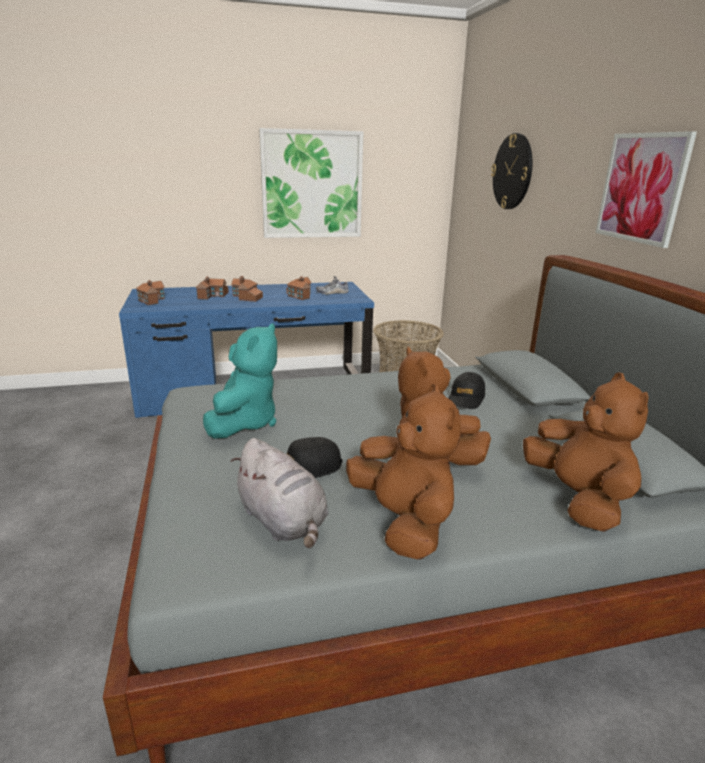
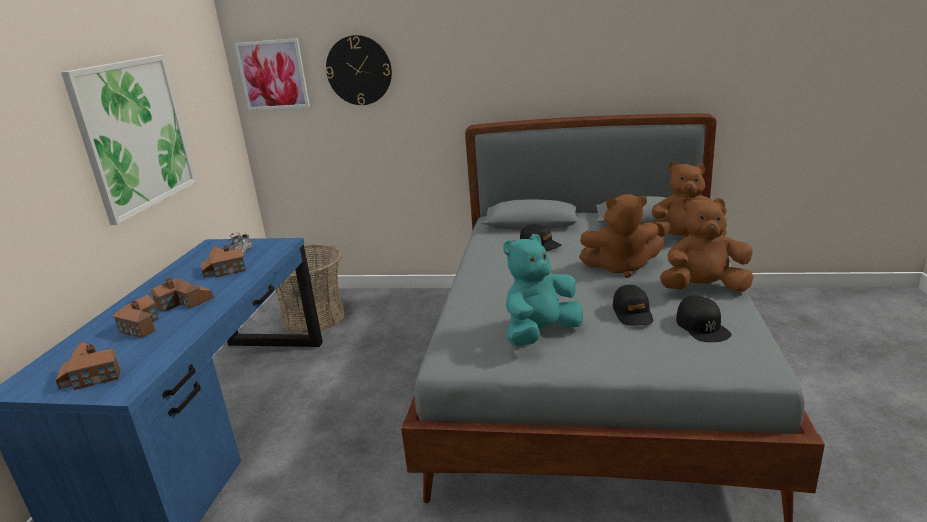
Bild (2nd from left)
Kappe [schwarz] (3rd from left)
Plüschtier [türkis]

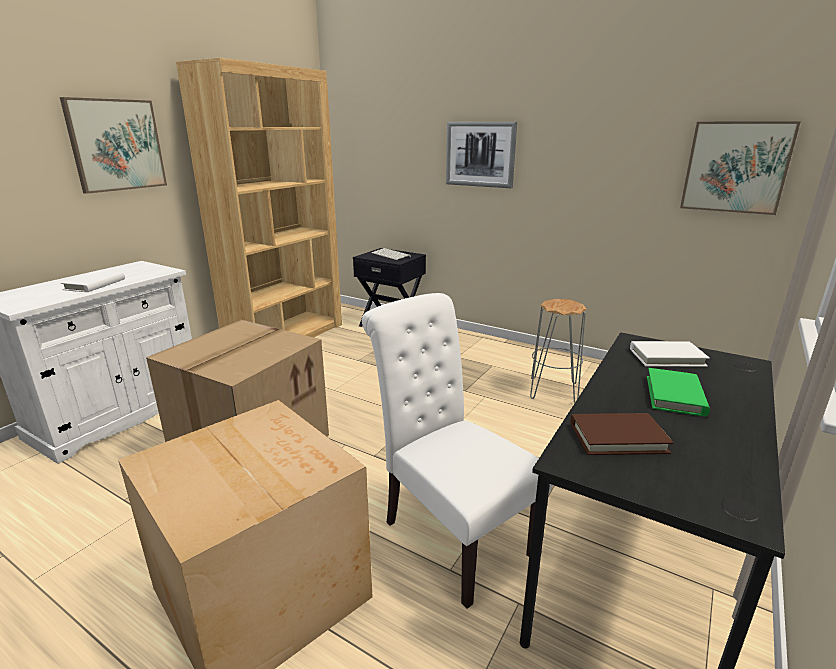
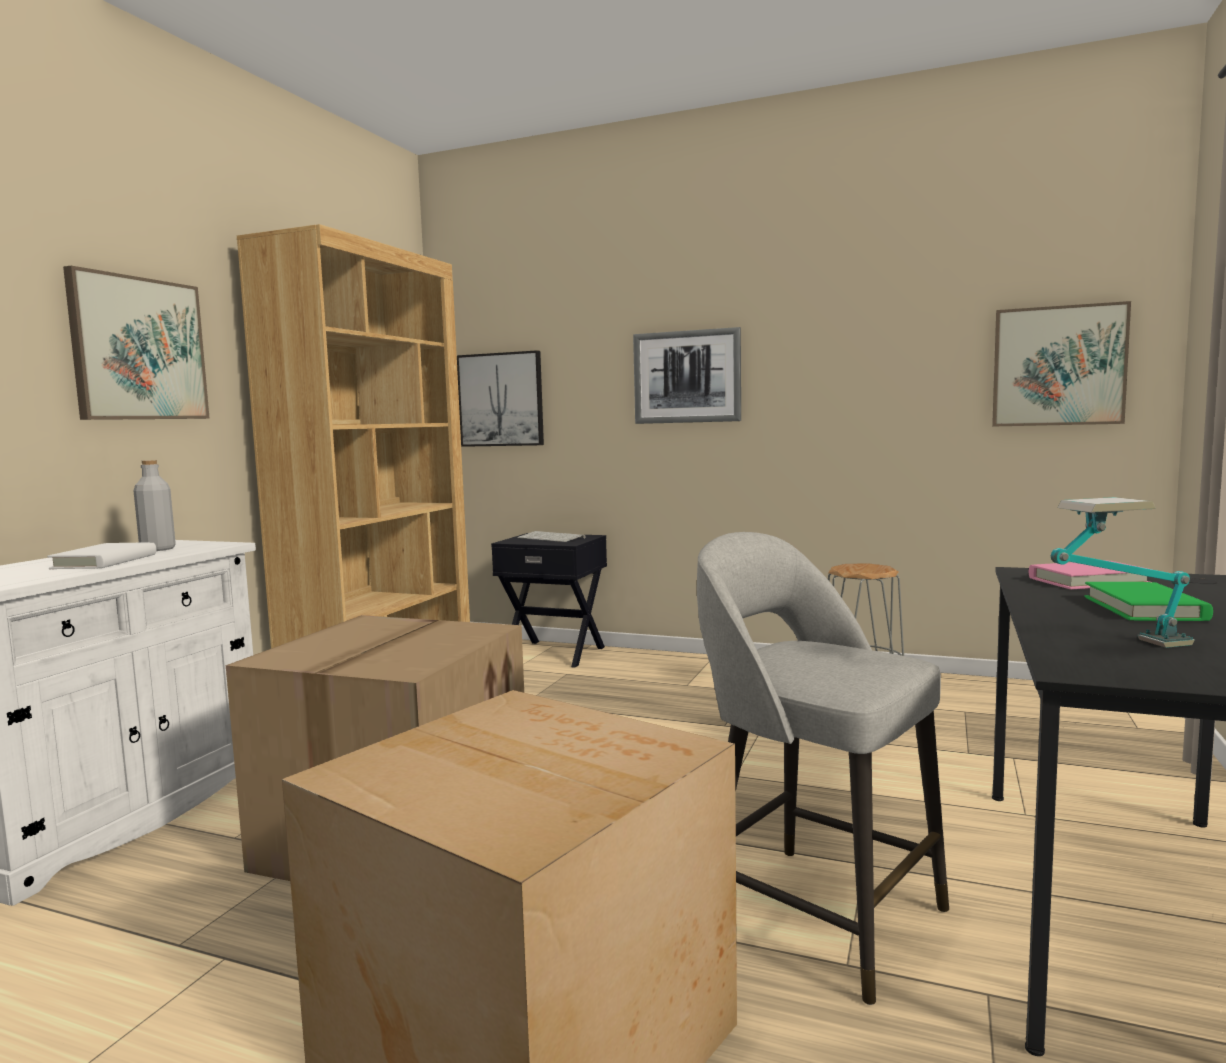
Flasche [grau]
Bild (2nd from left)
Hocker [grau] (1st from left)
Tischlampe
Buch [rosa]

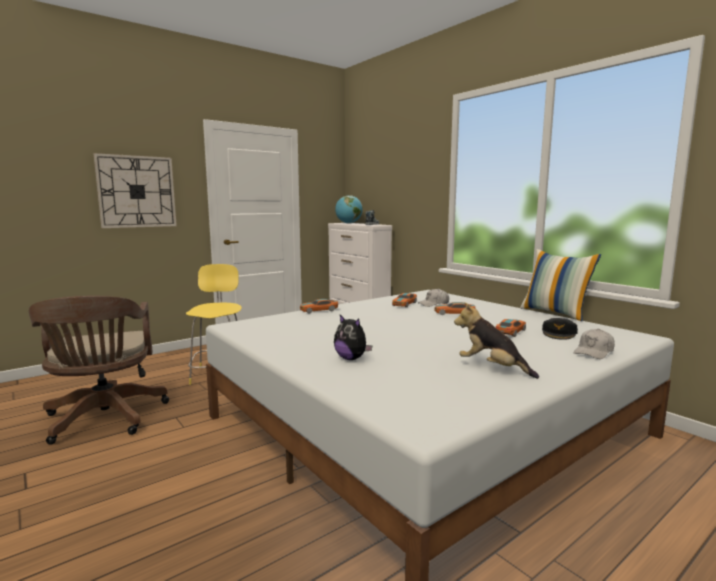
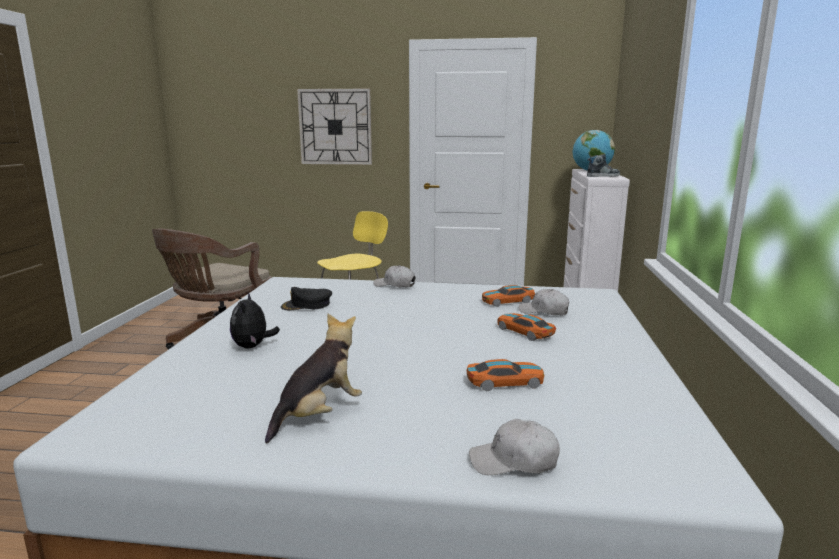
Kissen
Kappe [schwarz]
Kappe [weiß] (1st from left)
Plüschtier (2nd from left)

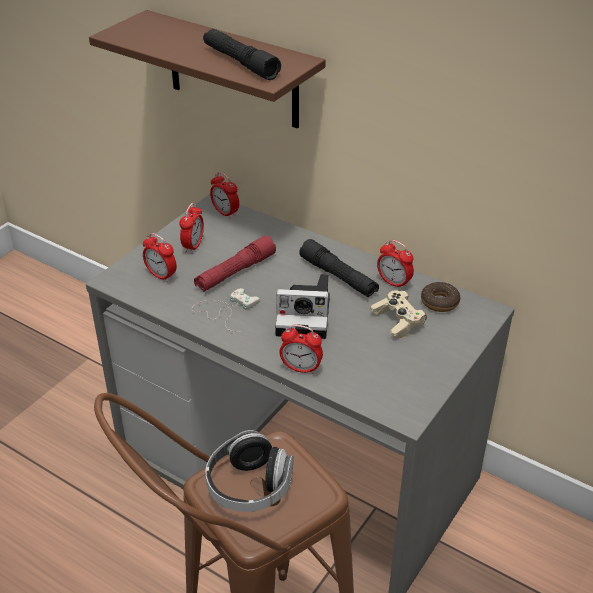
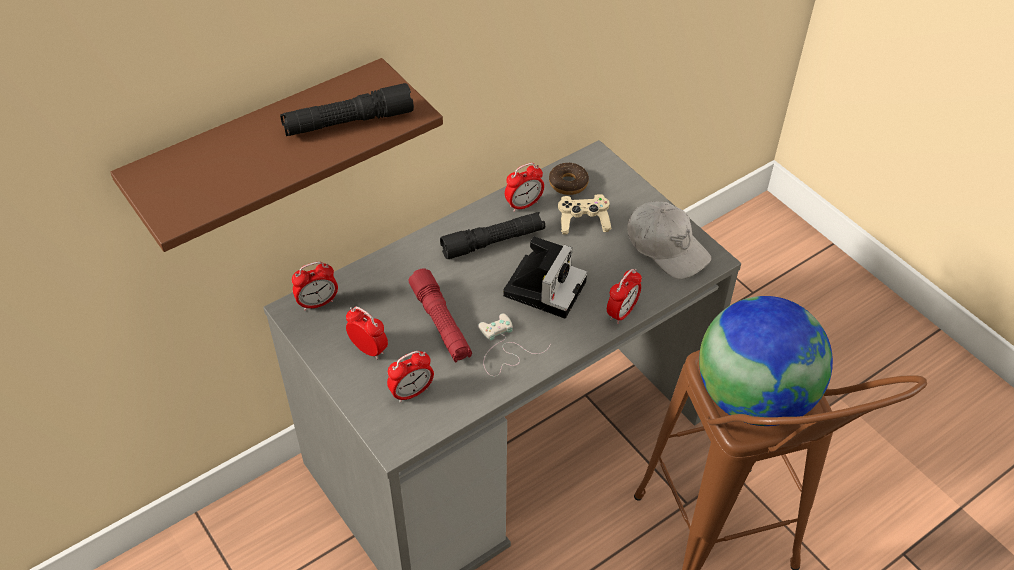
Kappe [weiß]
Globus

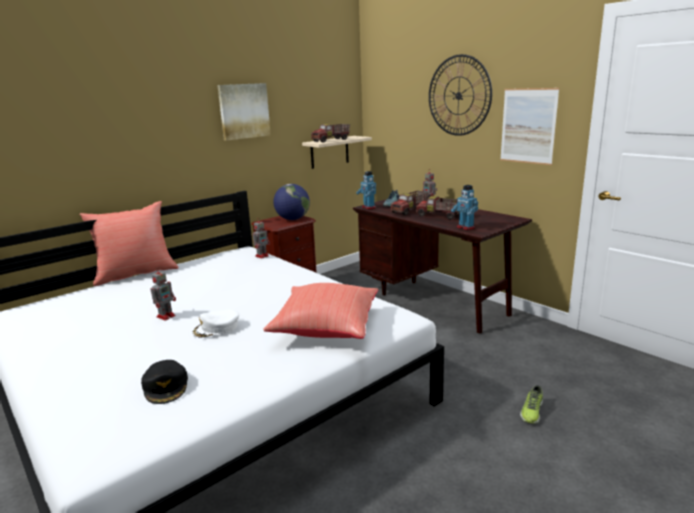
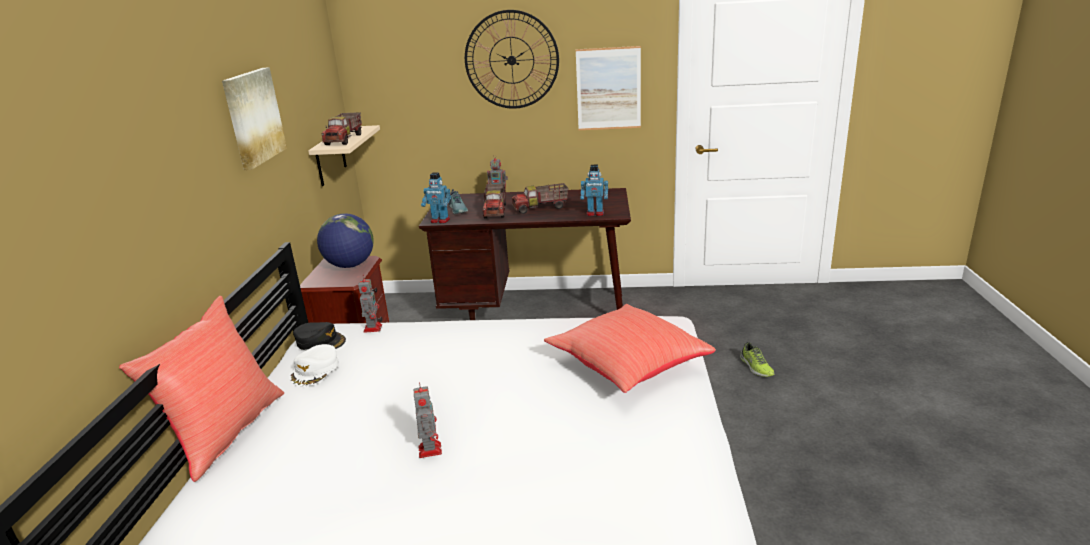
Kappe [schwarz]
Kappe [weiß]

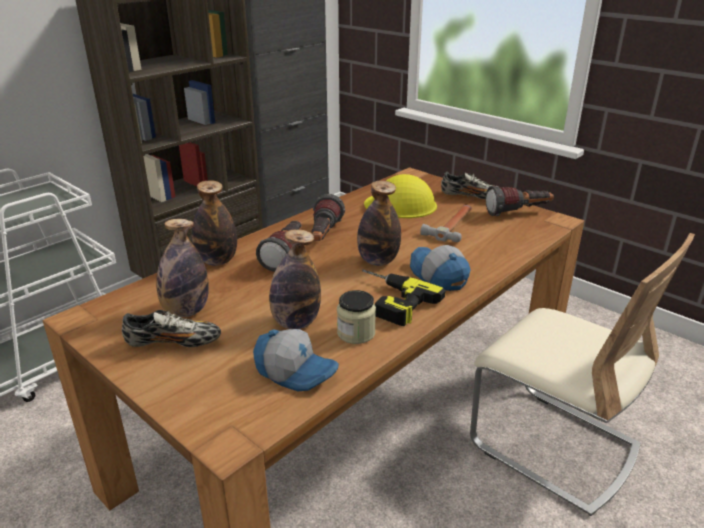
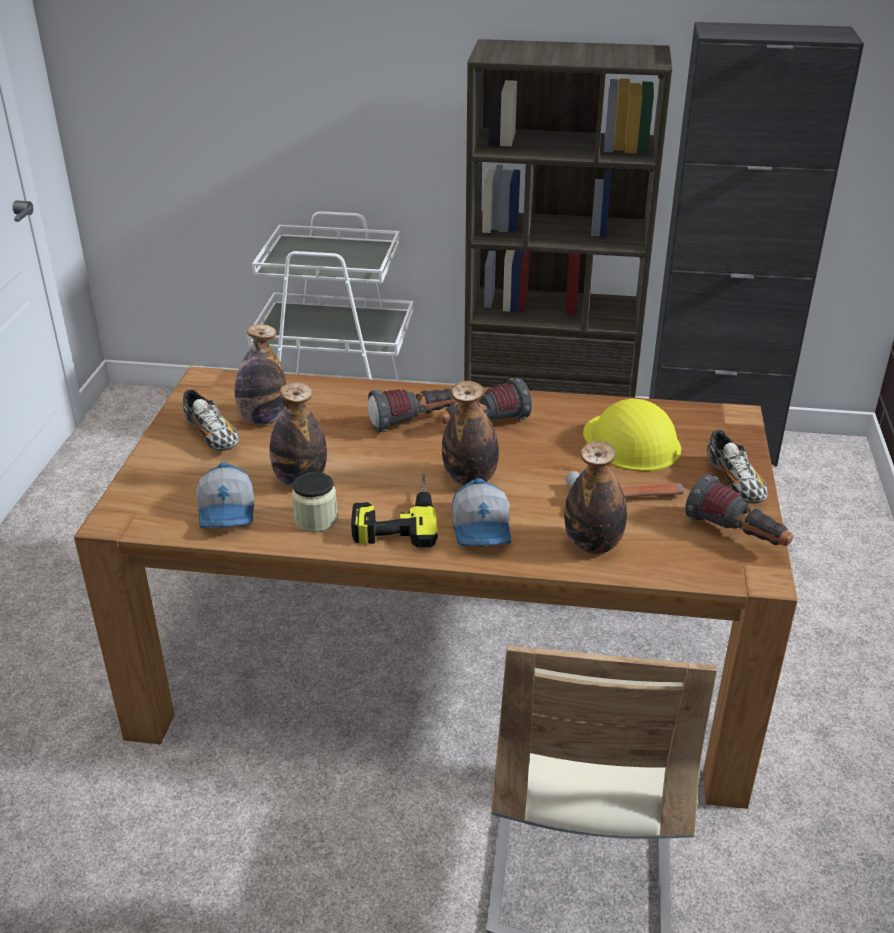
Flasche (4th from left)
Kappe (2nd from left)

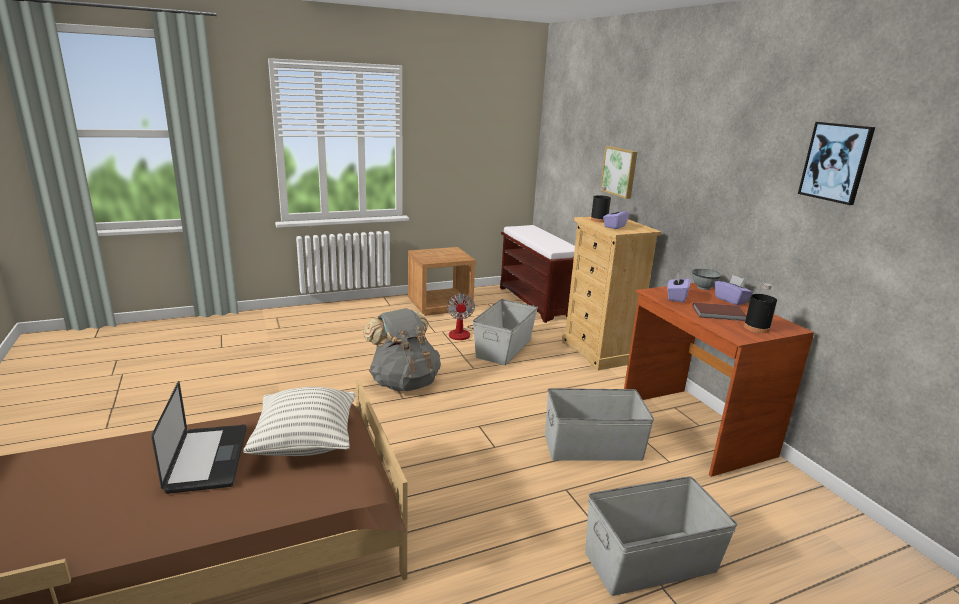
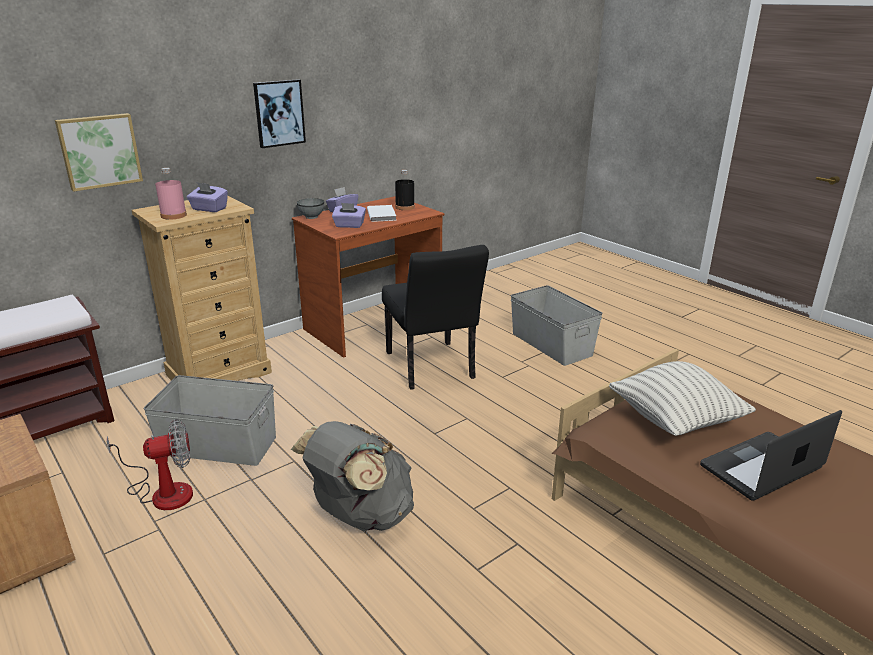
Bild (2nd from left)
Stuhl [schwarz]
Flasche [rosa]
Buch [weiß]

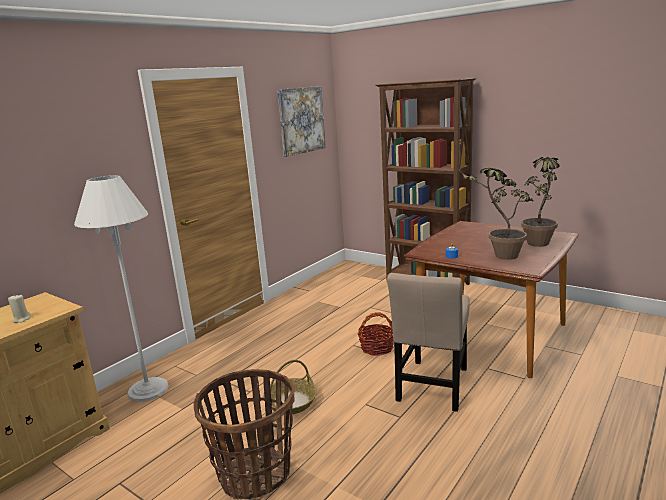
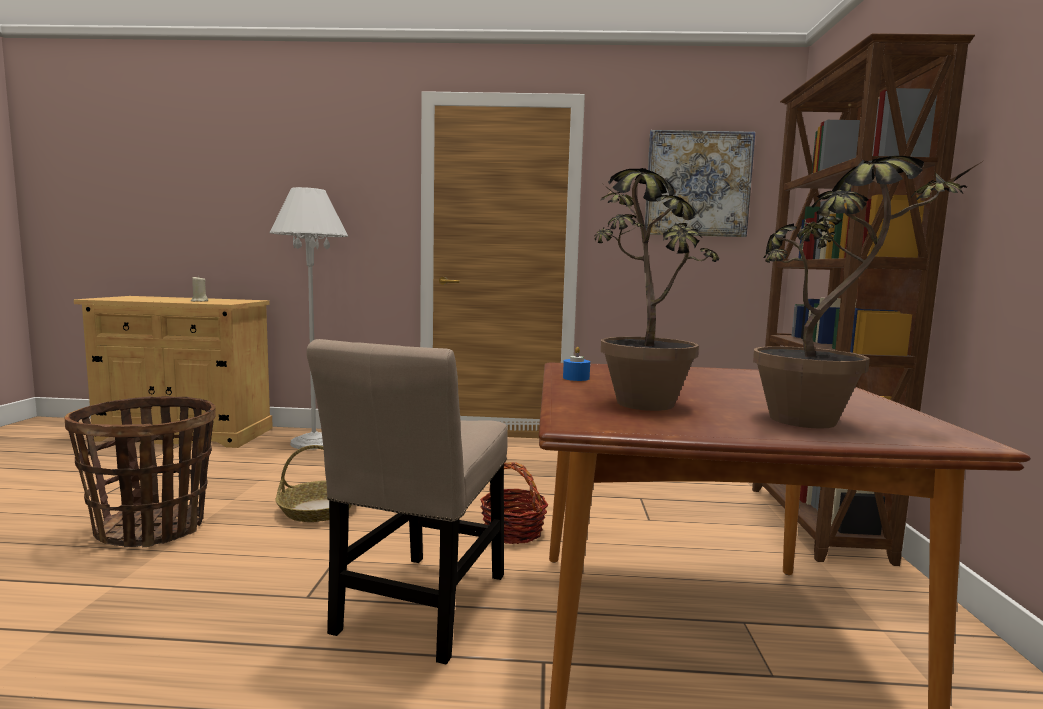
Stuhl [beige]

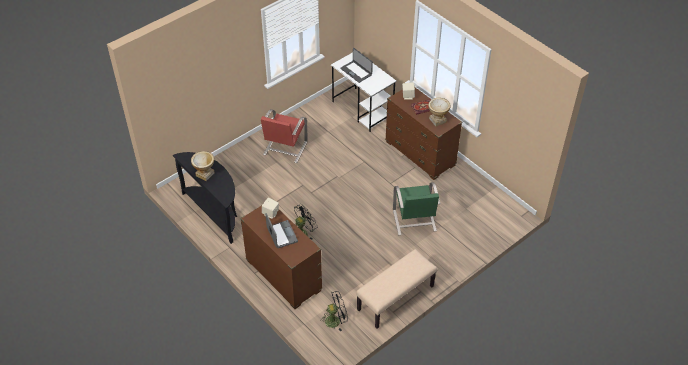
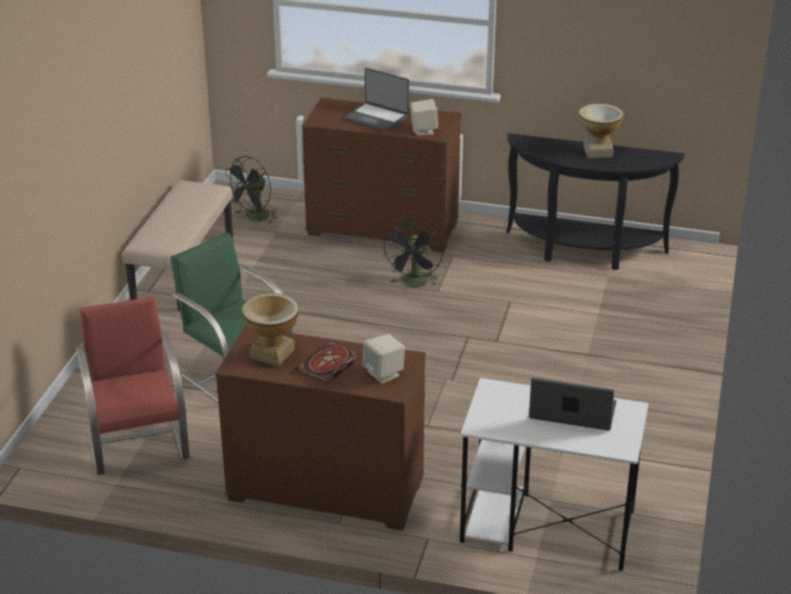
Stuhl [rot]

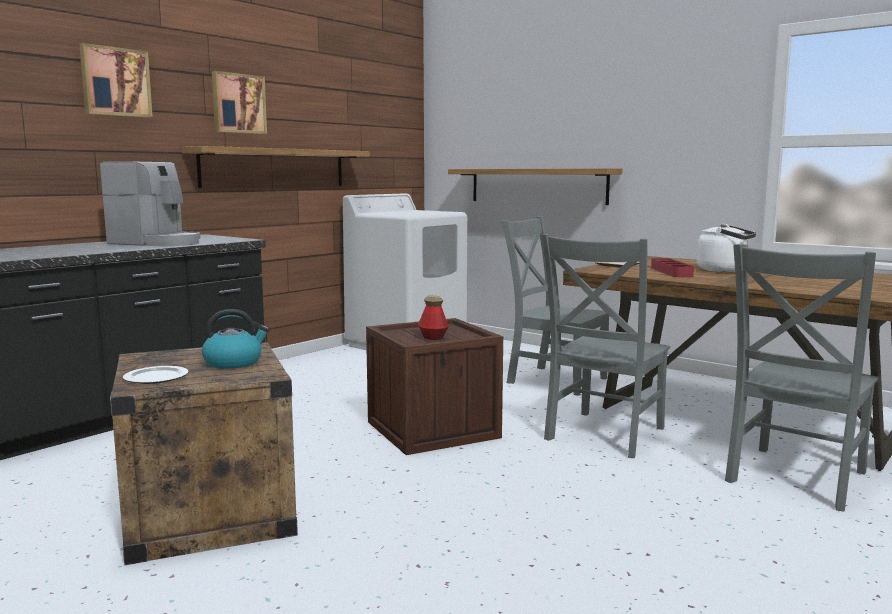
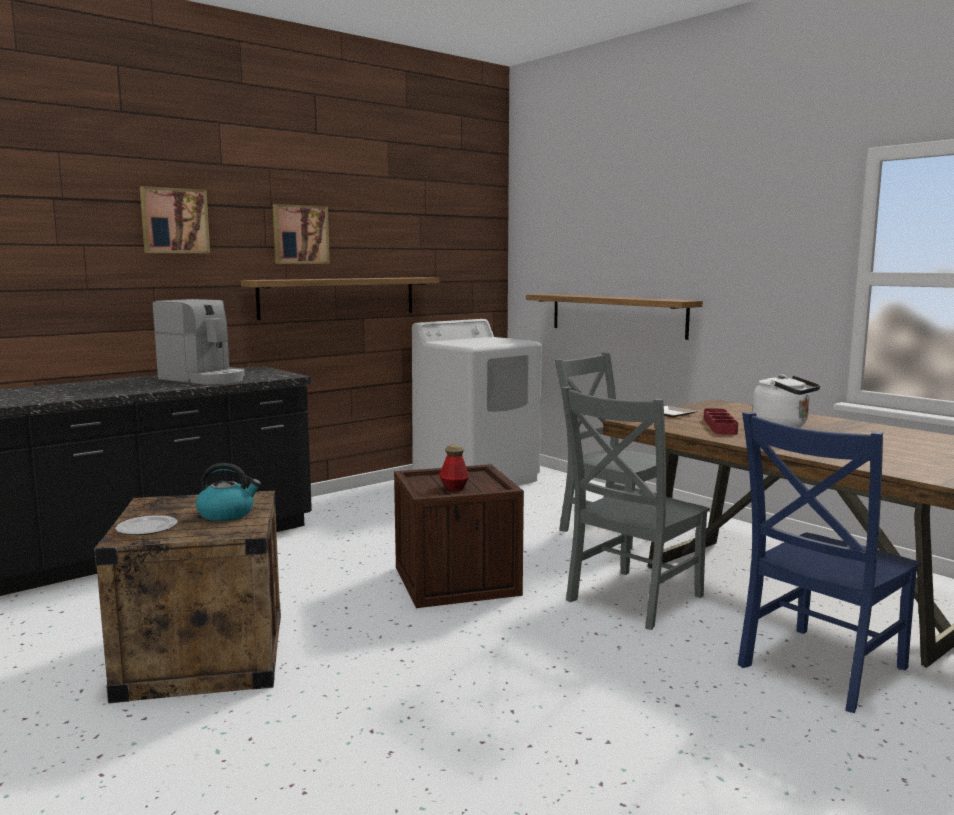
Stuhl [blau]

